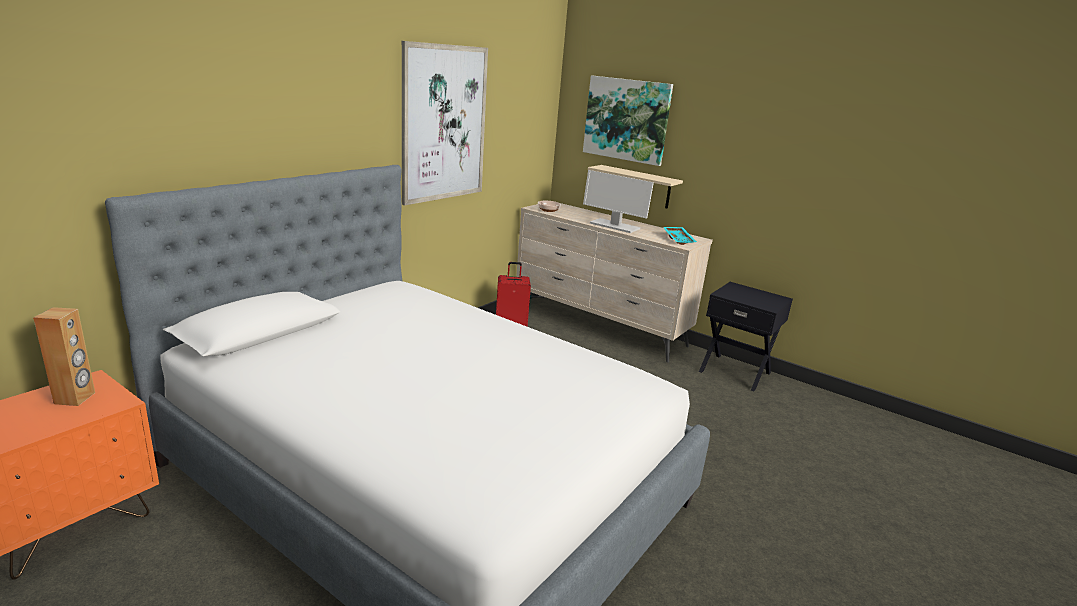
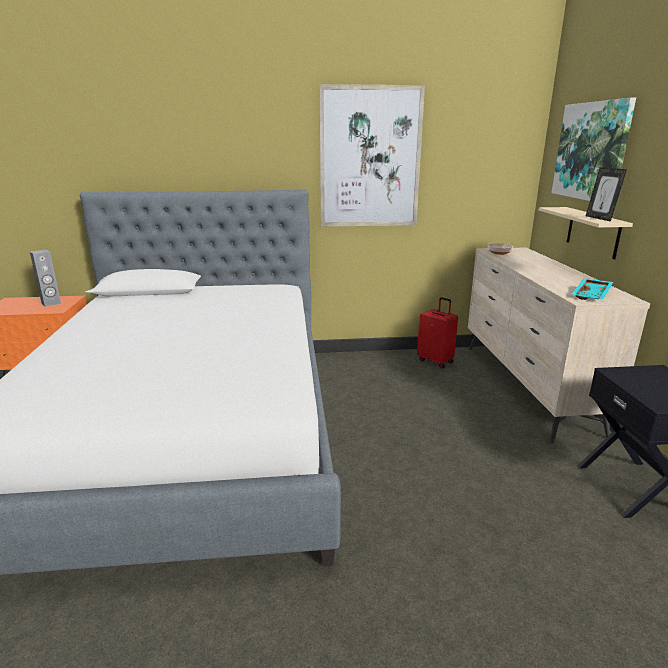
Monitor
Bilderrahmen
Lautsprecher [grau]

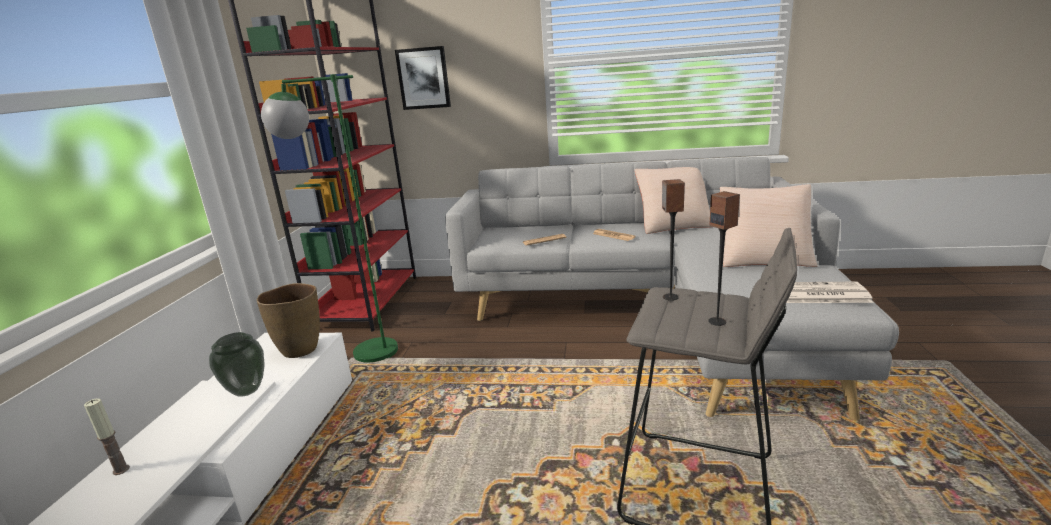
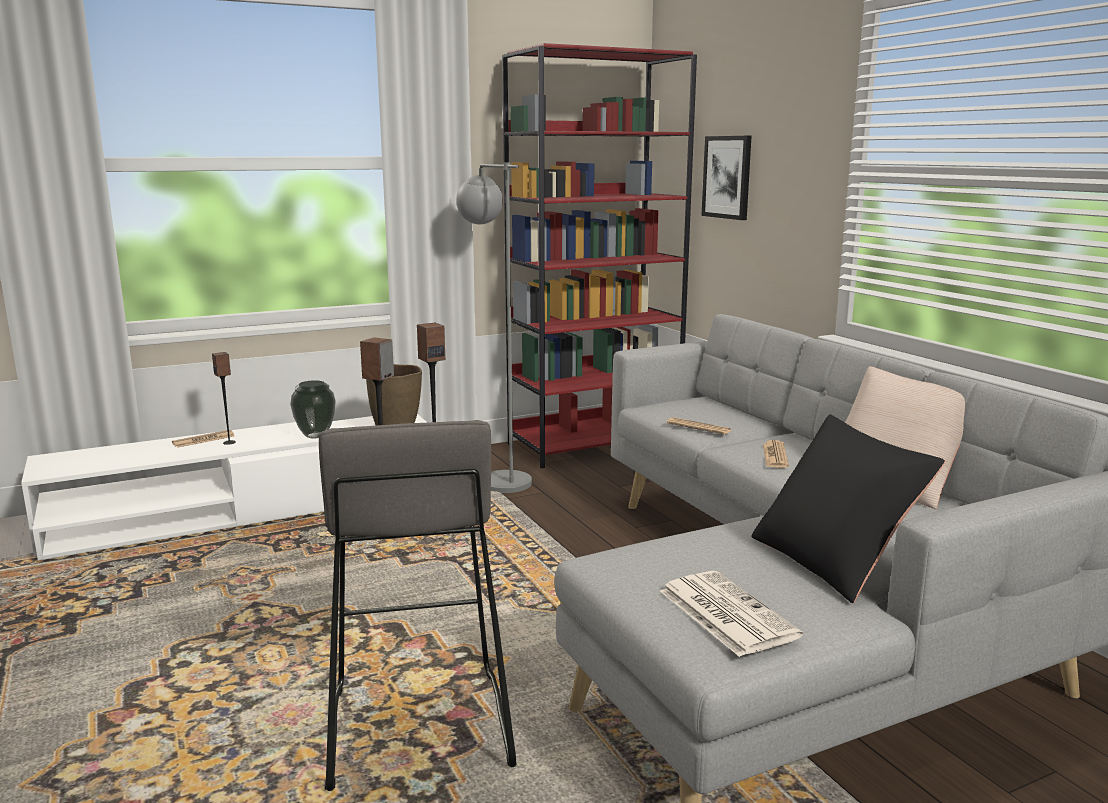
Lautsprecher (1st from left)
Zeitung (1st from left)
Stehlampe [grau]
Kissen [schwarz]

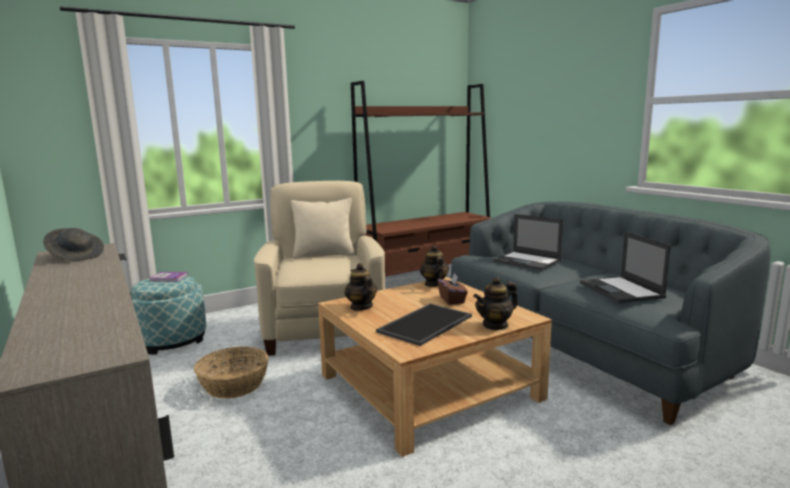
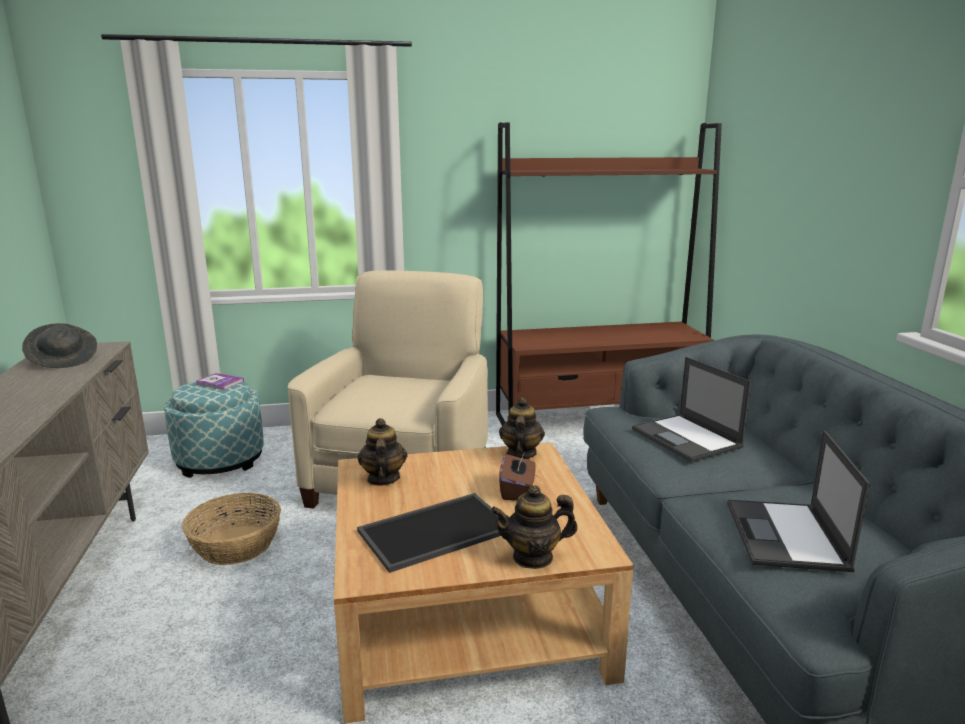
Kissen [beige]

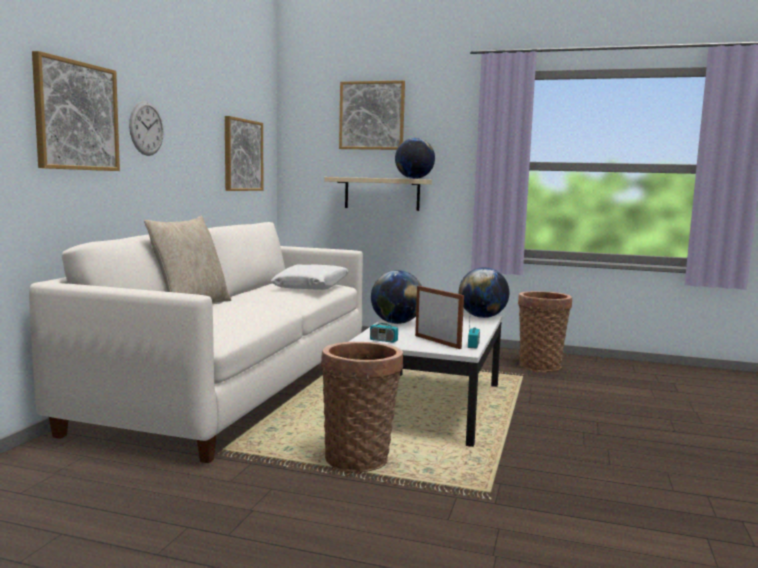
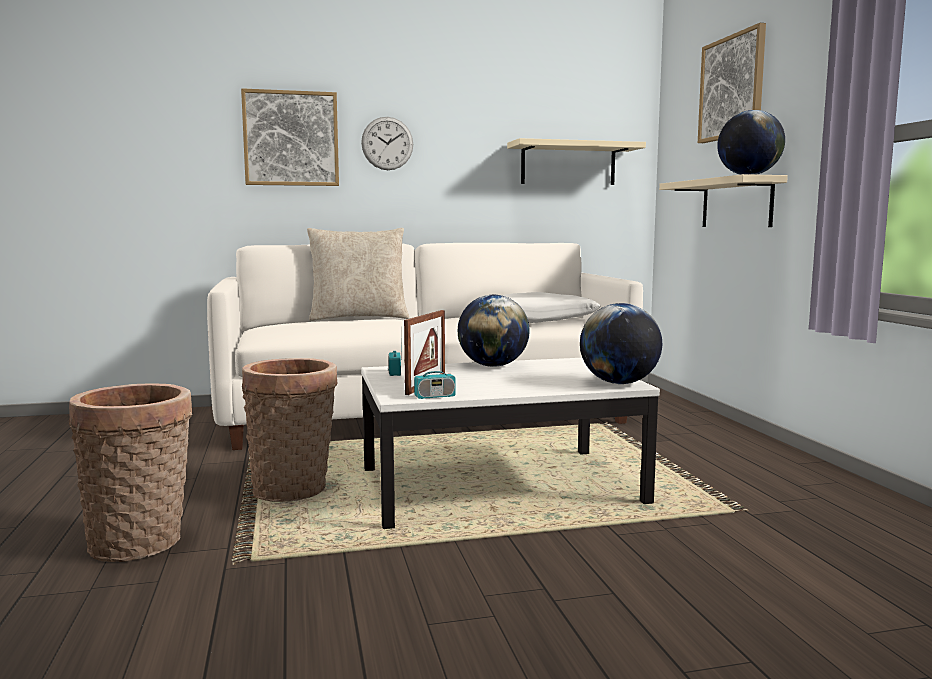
Korb (1st from left)
Wandregal [beige] (1st from left)

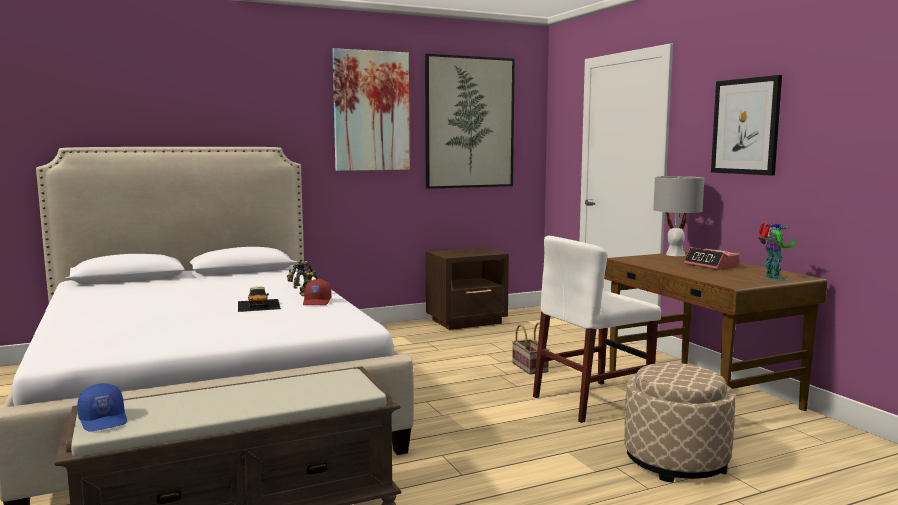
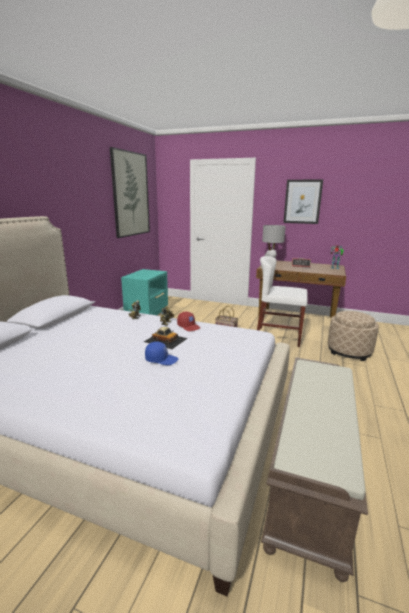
Bild (1st from left in the first image)
Kappe [blau]
Nachttisch [türkis]
Stuhl [weiß]

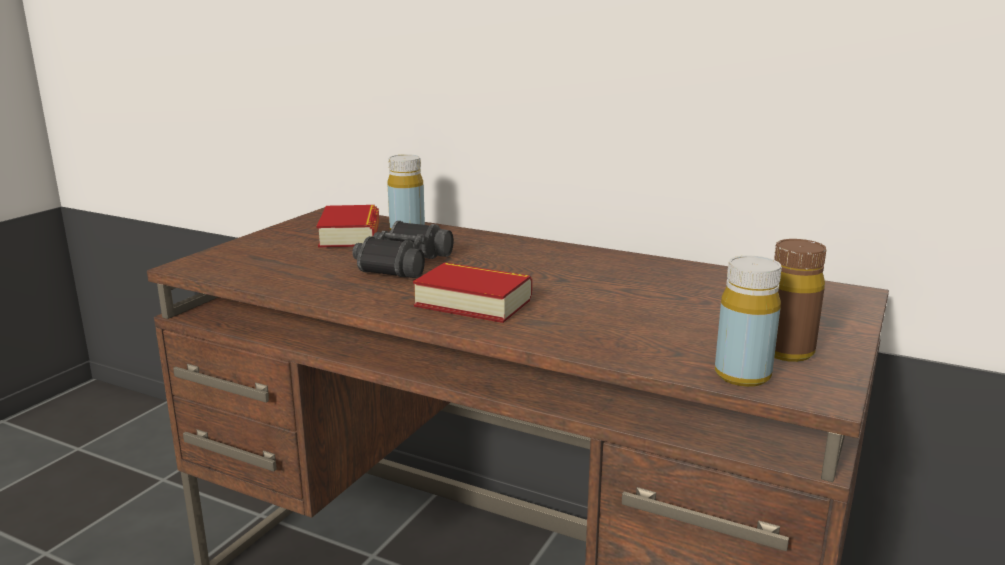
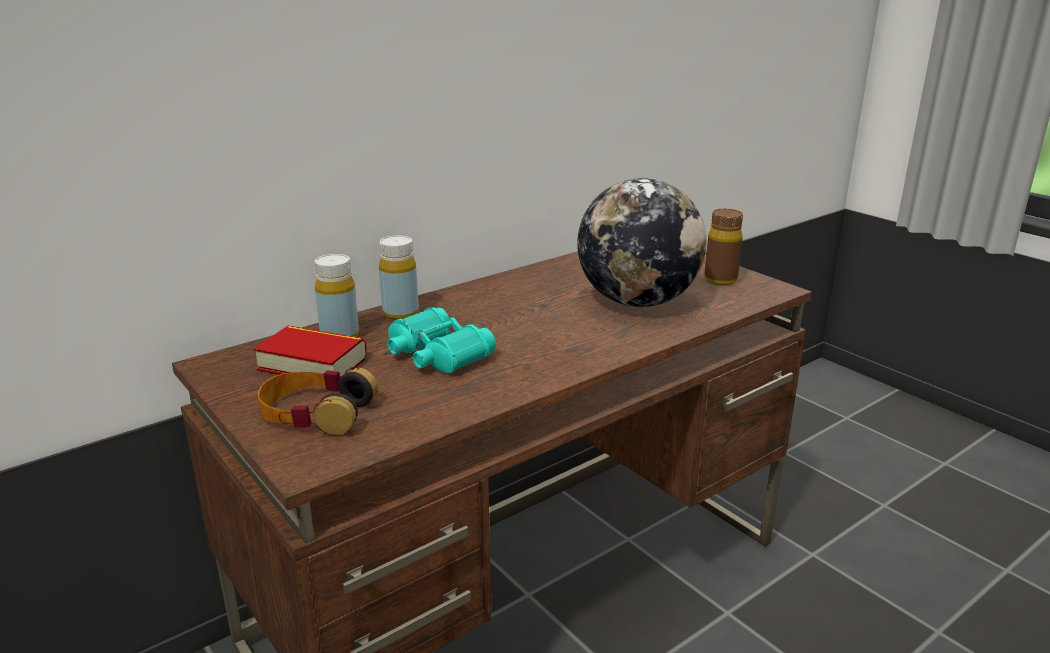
Buch (2nd from left in the first image)
Kopfhörer
Globus
Flasche [gelb] (2nd from left)
Fernglas [türkis]

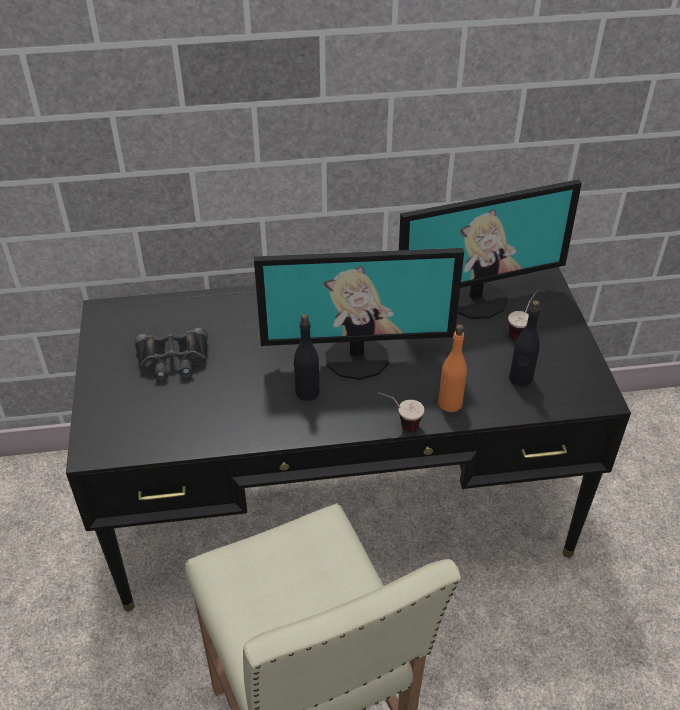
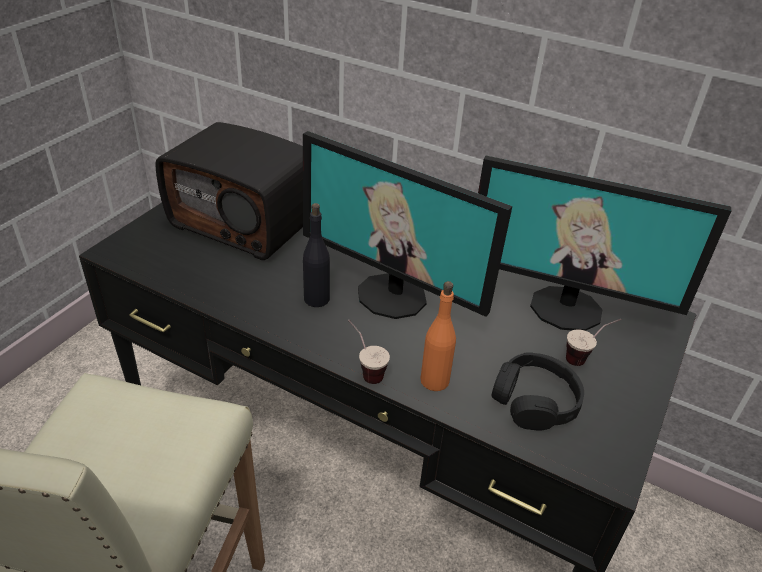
Radio
Kopfhörer [schwarz]

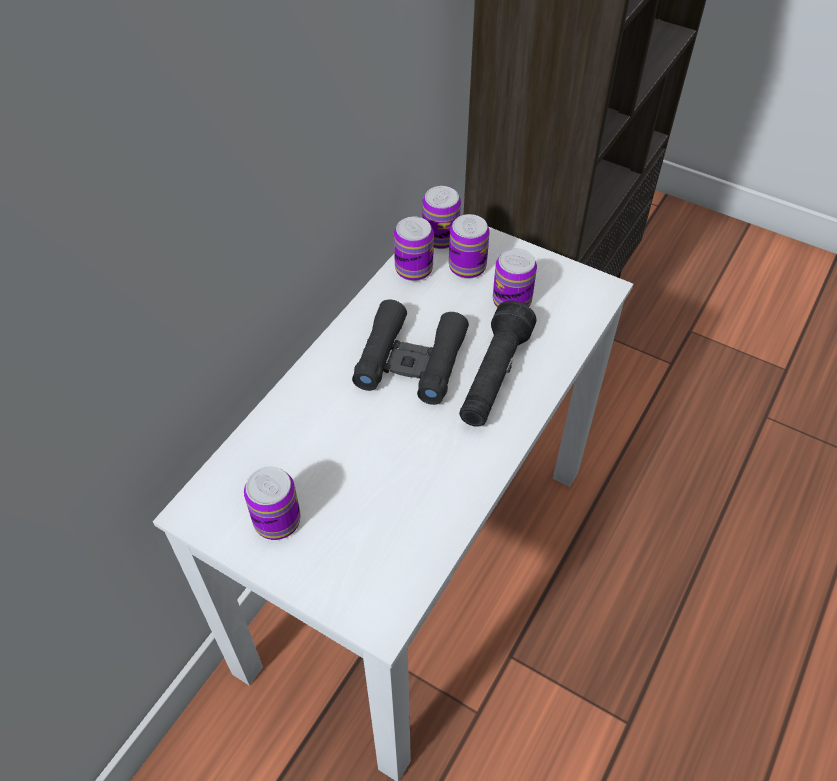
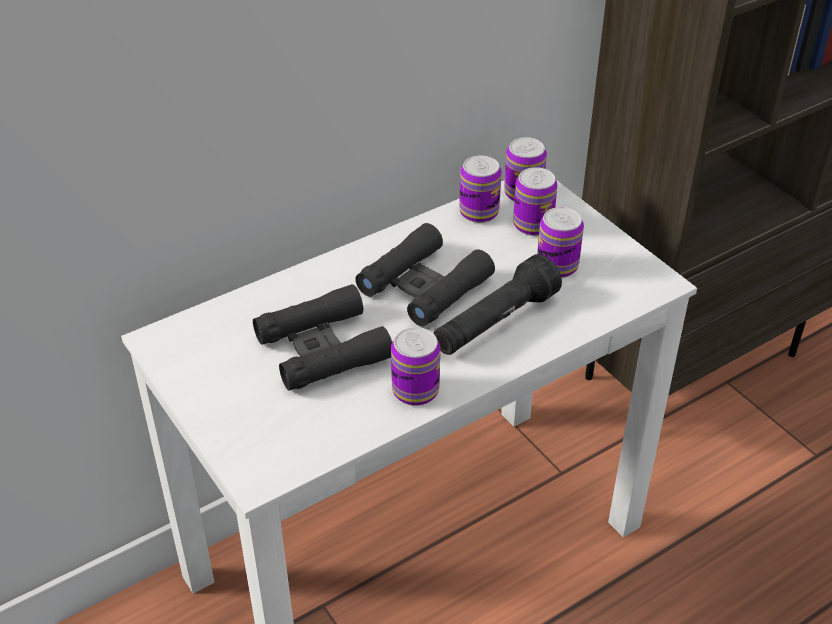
Fernglas [schwarz] (1st from left)
Dose (1st from left)

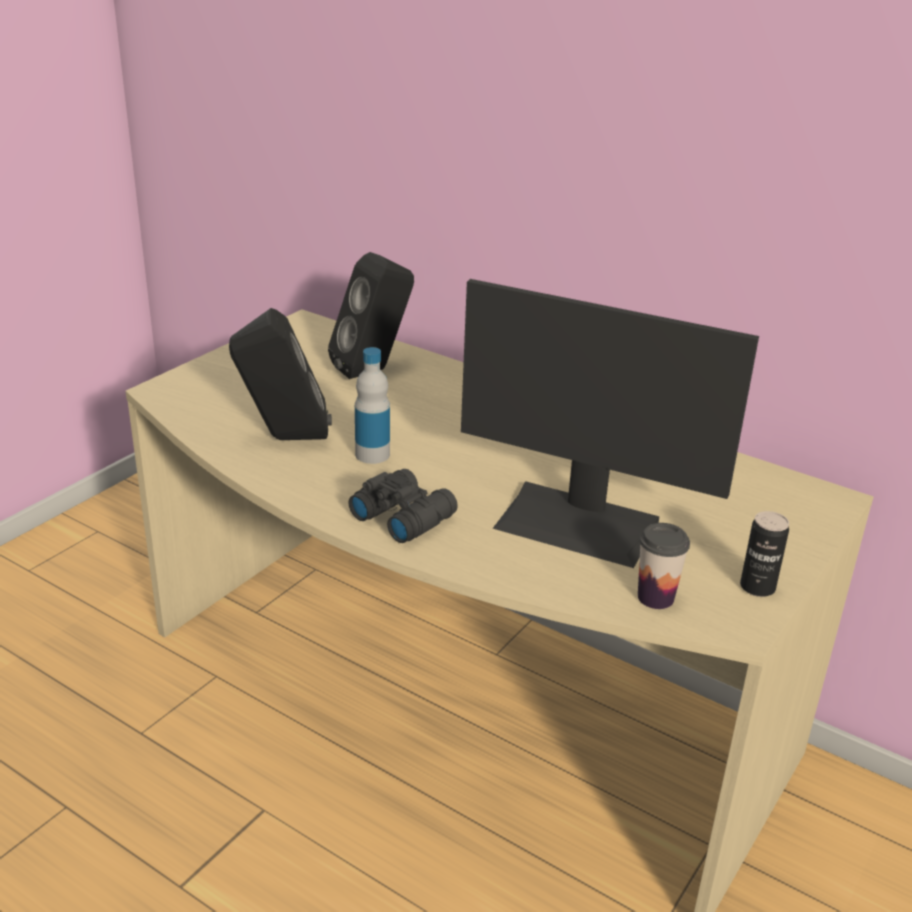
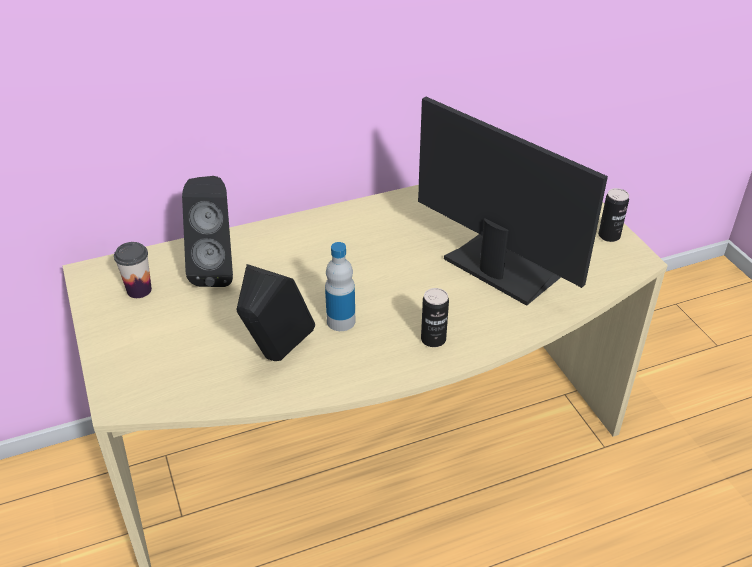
Tasse
Dose (1st from left)
Monitor

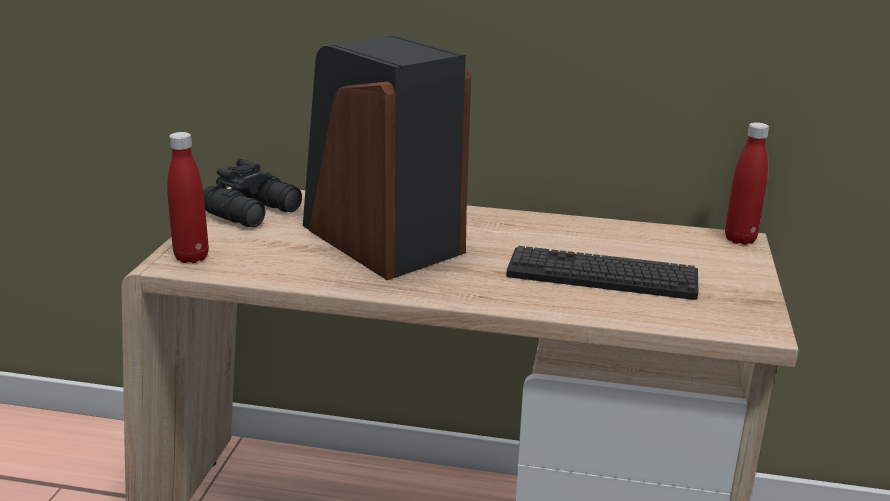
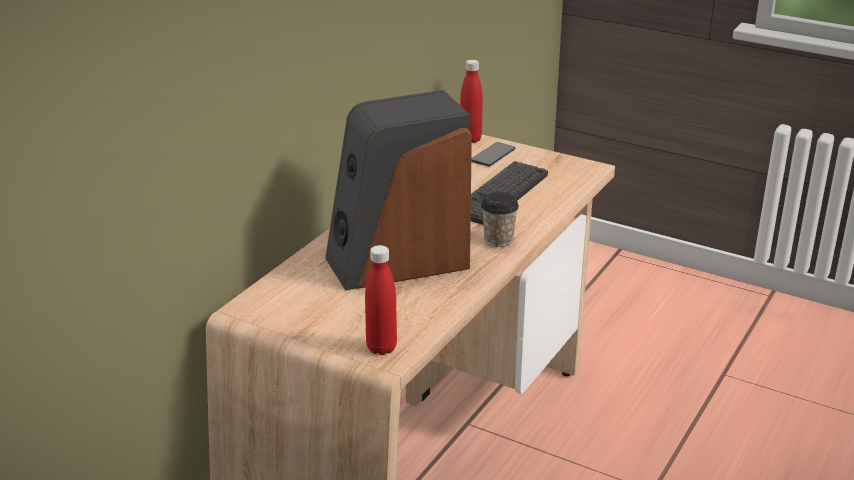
Fernglas [schwarz]
Handy
Tasse

